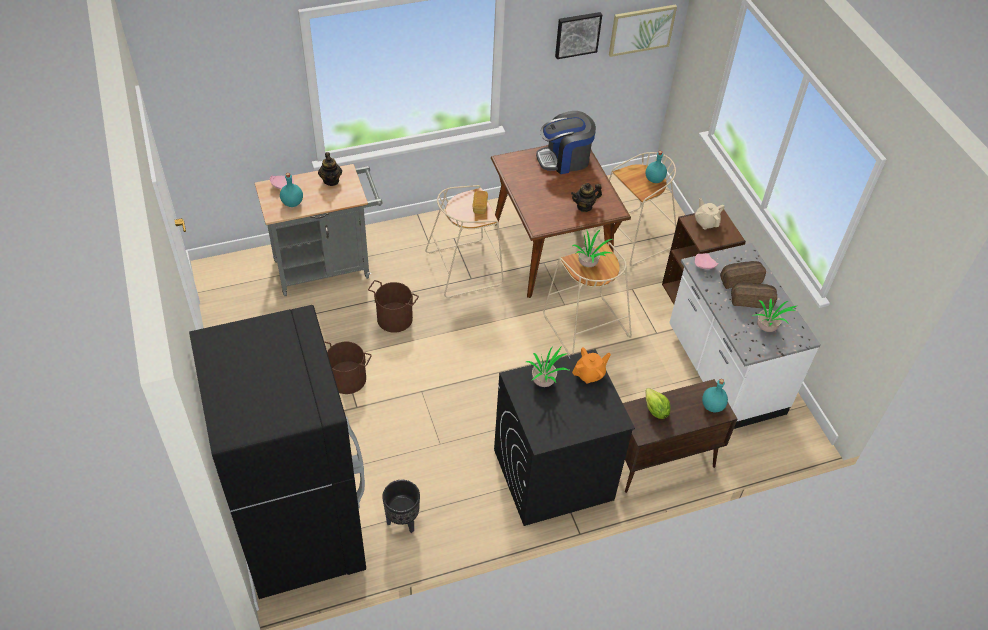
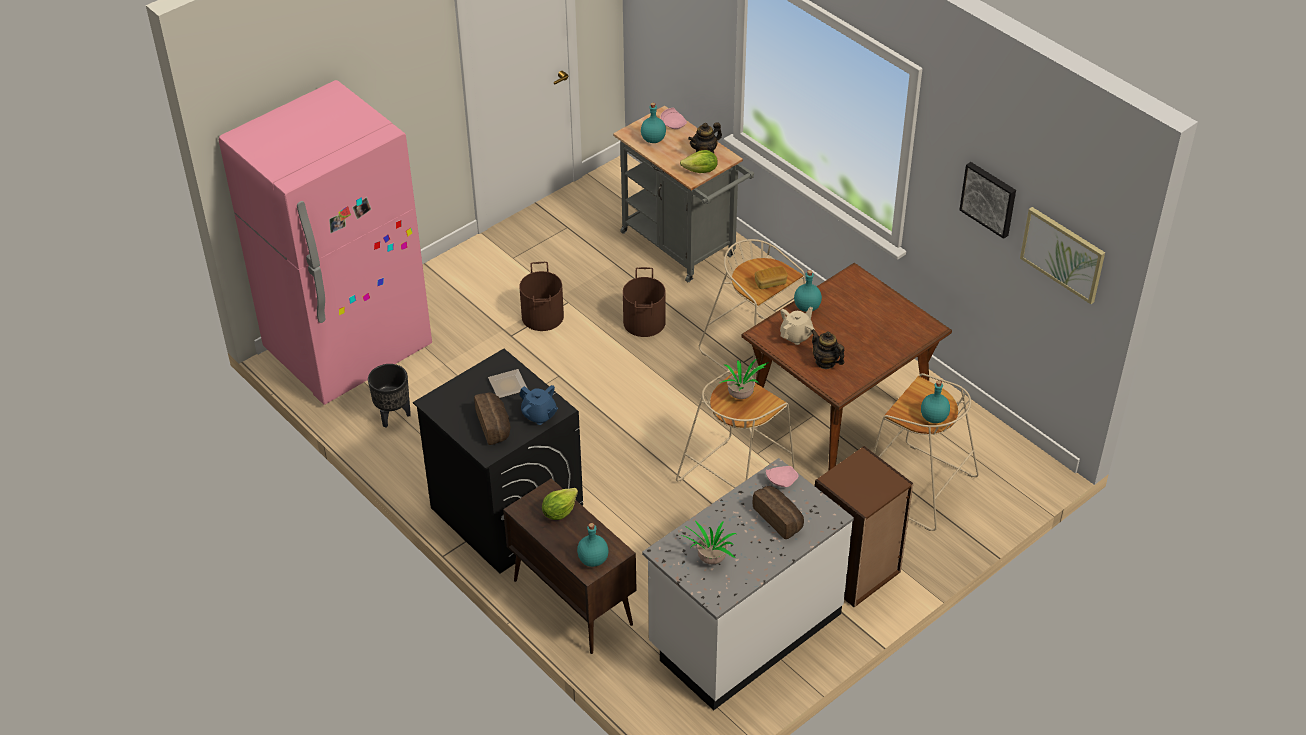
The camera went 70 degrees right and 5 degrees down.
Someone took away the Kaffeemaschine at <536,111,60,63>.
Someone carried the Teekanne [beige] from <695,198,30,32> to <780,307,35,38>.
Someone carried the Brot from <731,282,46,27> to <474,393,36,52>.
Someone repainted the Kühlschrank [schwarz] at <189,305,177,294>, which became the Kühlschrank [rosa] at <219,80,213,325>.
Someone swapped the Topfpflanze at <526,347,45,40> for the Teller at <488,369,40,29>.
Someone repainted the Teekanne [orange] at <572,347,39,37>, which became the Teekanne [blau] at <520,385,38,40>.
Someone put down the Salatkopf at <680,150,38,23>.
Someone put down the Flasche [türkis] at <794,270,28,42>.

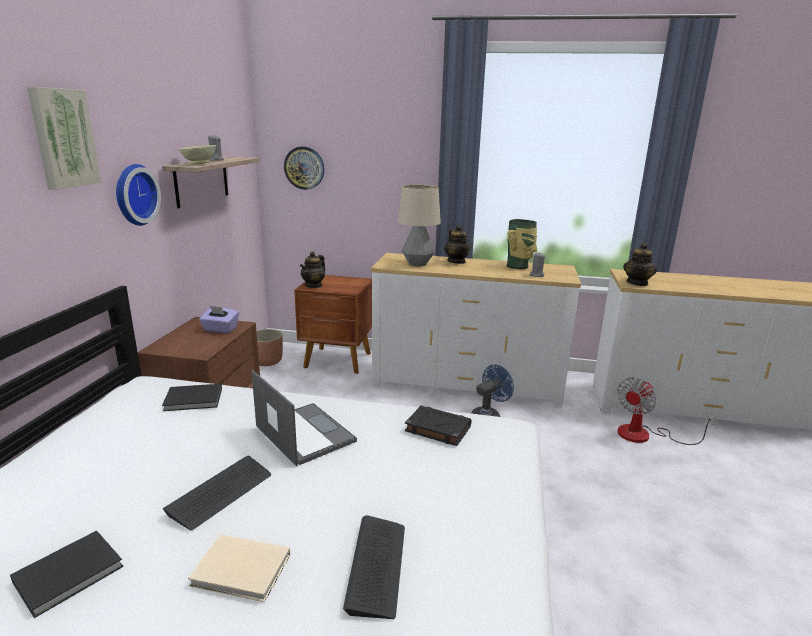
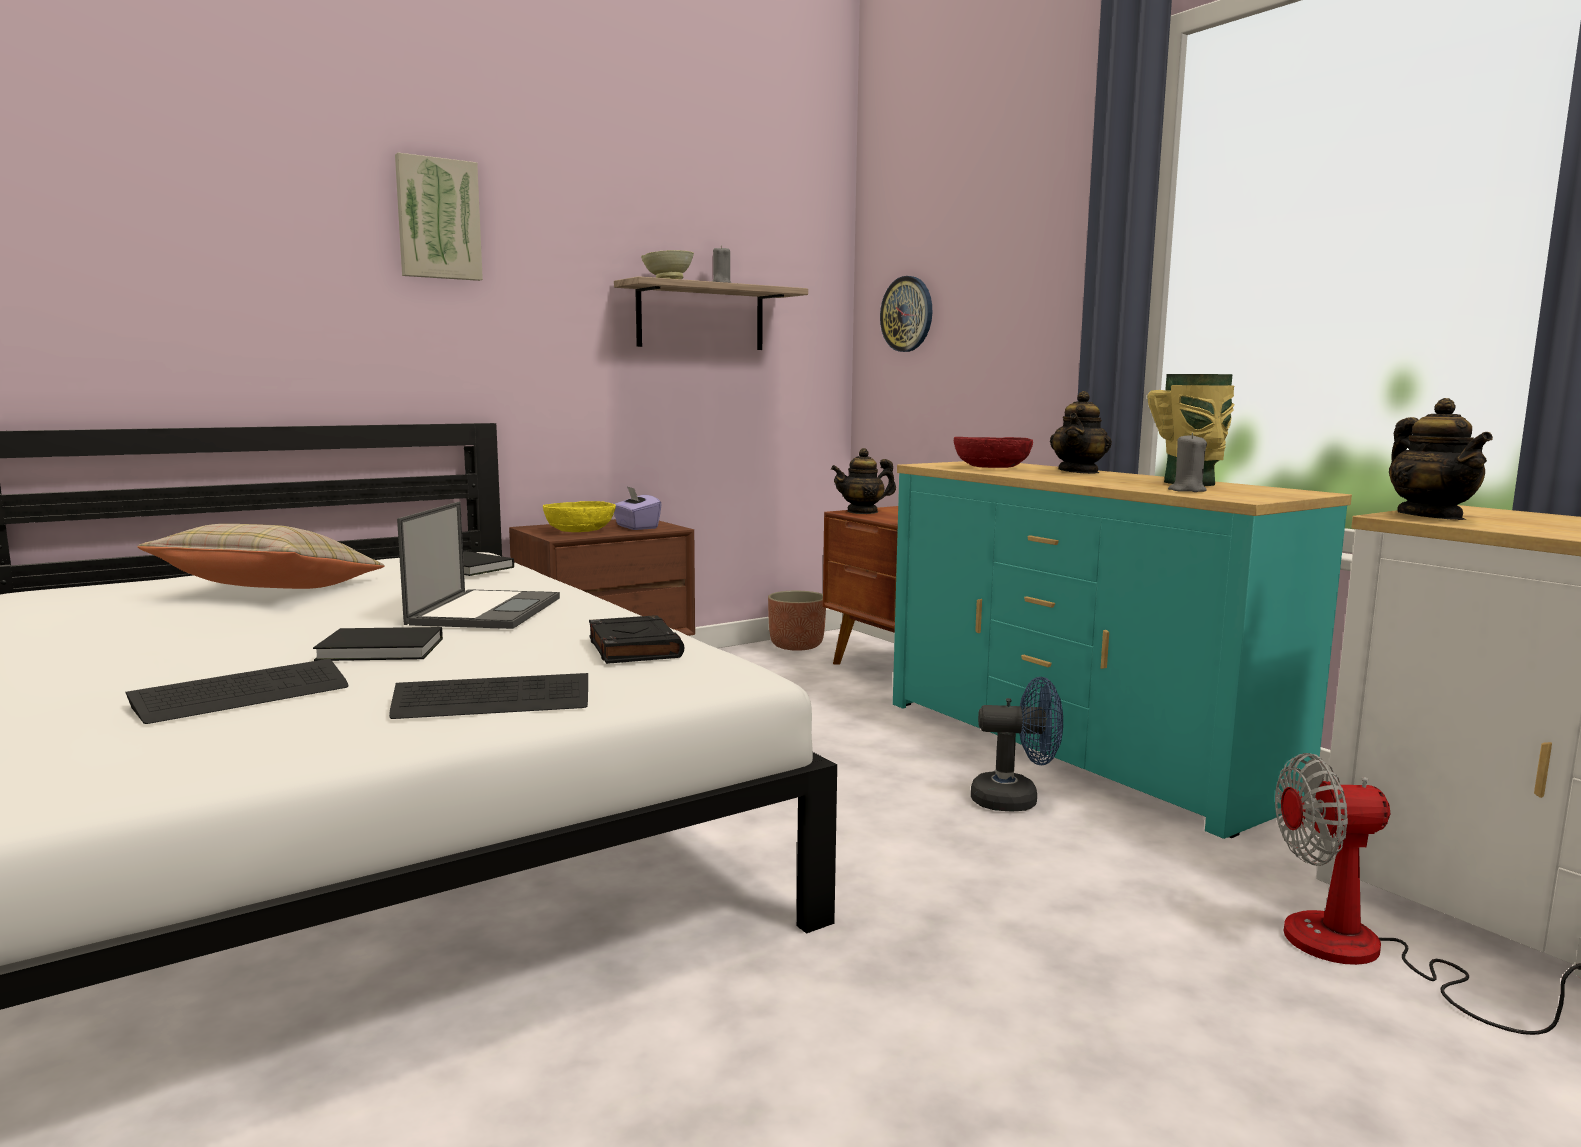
The camera went 45 degrees right and 10 degrees down.
Someone took away the Wanduhr at <116,164,45,62>.
Someone swapped the Tischlampe at <398,185,43,82> for the Schüssel [rot] at <954,437,79,31>.
Someone rotated the Teekanne at <623,242,34,44> by 75 degrees counterclockwise.
Someone repainted the Kommode [weiß] at <371,253,210,153>, which became the Kommode [türkis] at <893,461,459,378>.
Someone carried the Tastatur from <163,456,108,74> to <389,673,199,46>.
Someone carried the Buch [schwarz] from <10,530,113,88> to <313,627,130,34>.
Someone took away the Buch [beige] at <188,535,102,67>.
Someone put down the Schüssel [gelb] at <543,501,73,31>.
Someone put down the Kissen [beige] at <137,524,247,65>.

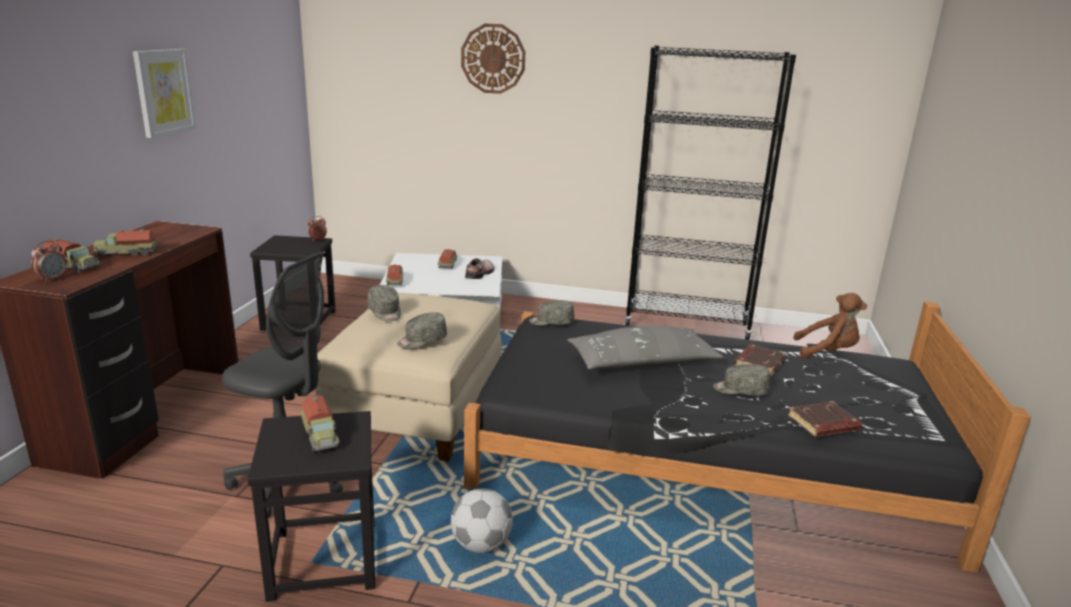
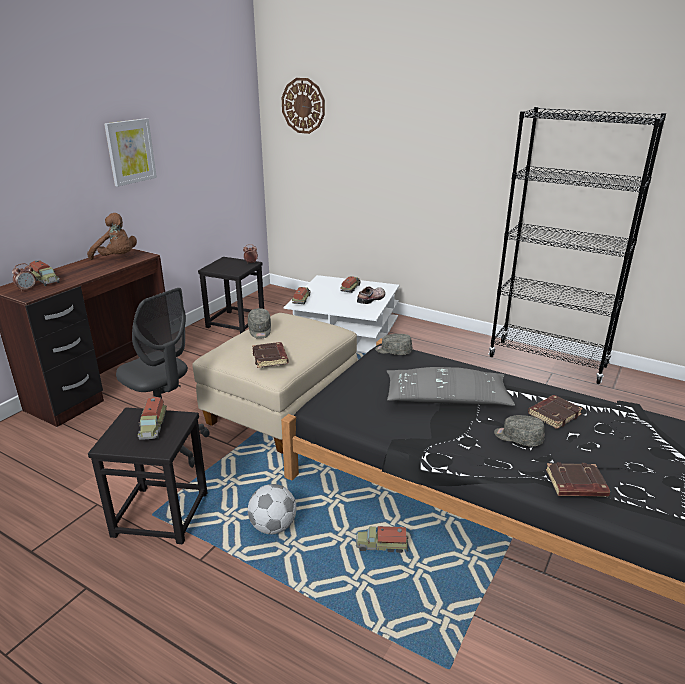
The camera went 20 degrees right and 5 degrees up.
Someone carried the Wanduhr from <461,24,64,70> to <282,78,43,56>.
Someone carried the Spielzeuglaster from <93,229,65,28> to <356,526,52,27>.
Someone carried the Plüschtier [braun] from <793,293,74,66> to <87,213,50,47>.
Someone swapped the Kappe [grau] at <397,312,50,36> for the Buch [braun] at <252,342,37,26>.

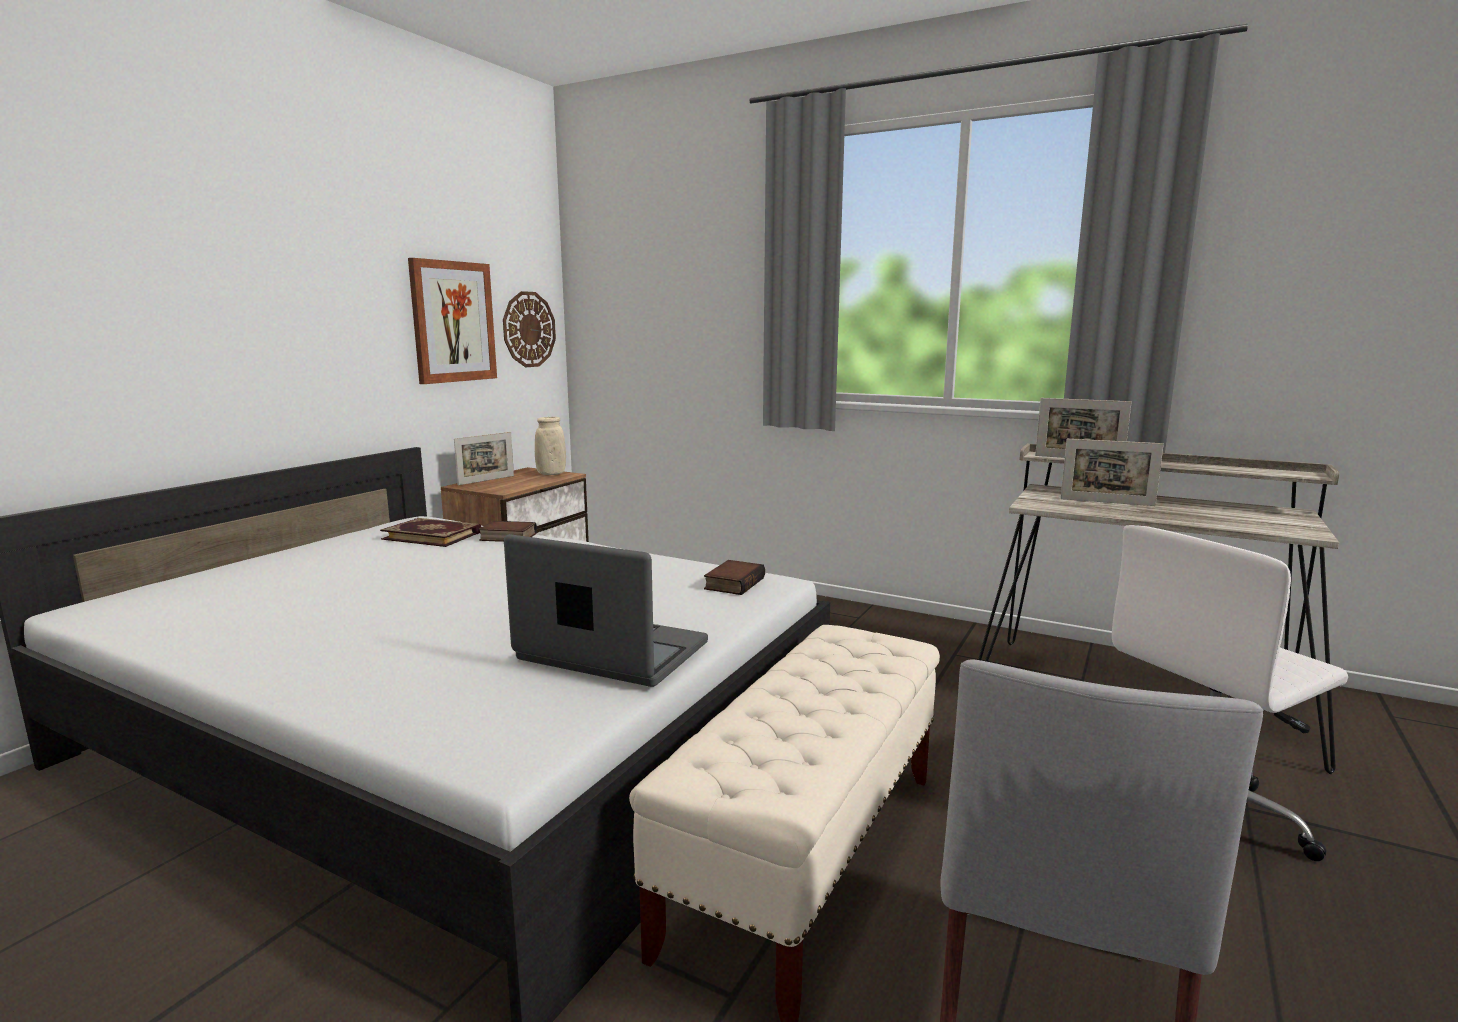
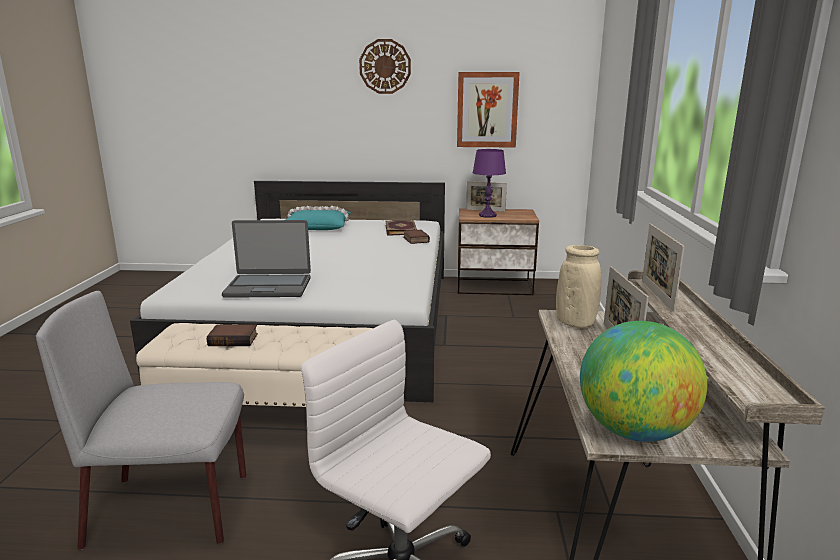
The camera went 65 degrees right and 5 degrees up.
Someone carried the Wanduhr from <503,291,53,76> to <359,39,52,55>.
Someone carried the Vase [beige] from <535,417,31,58> to <556,245,45,83>.
Someone rotated the Laptop at <504,534,204,153> by 90 degrees clockwise.
Someone carried the Buch from <704,560,61,35> to <207,324,51,22>.
Someone put down the Tischlampe [lila] at <472,149,34,69>.
Someone put down the Kissen [türkis] at <285,206,66,24>.
Someone put down the Globus at <580,321,127,121>.

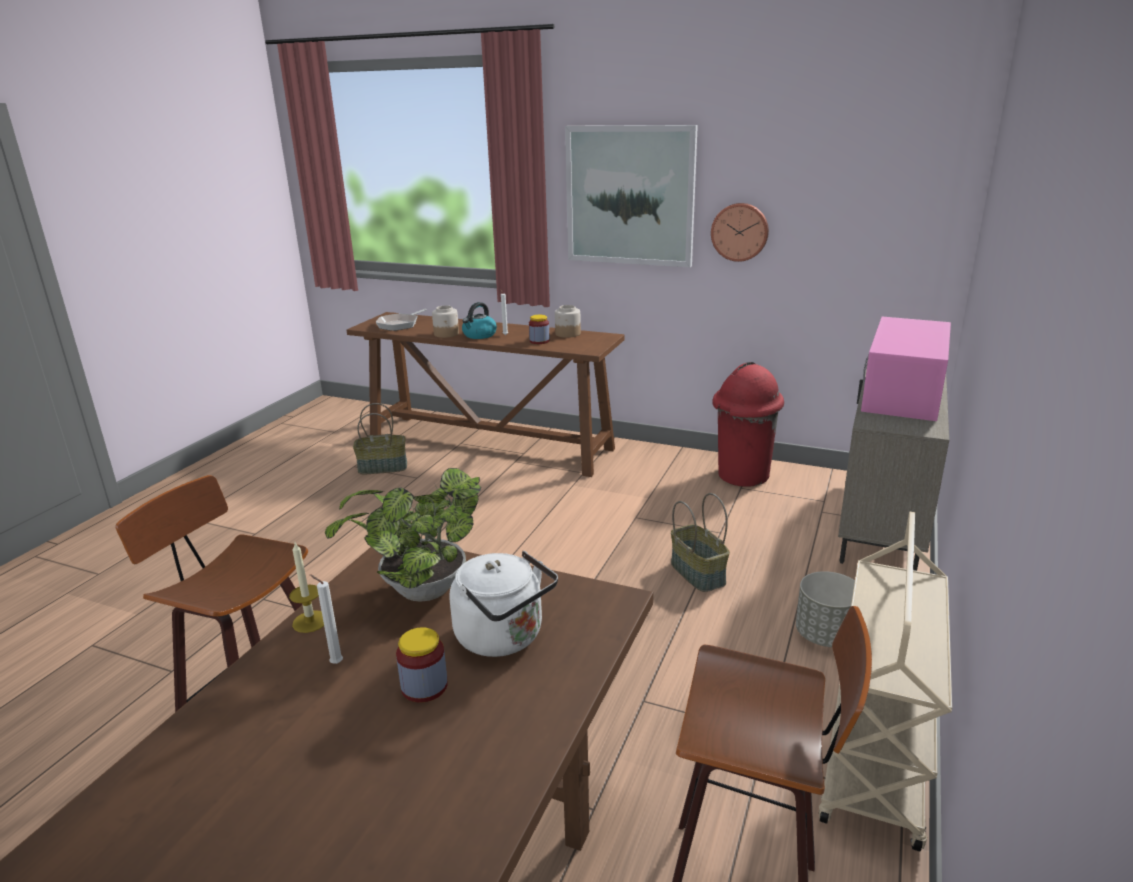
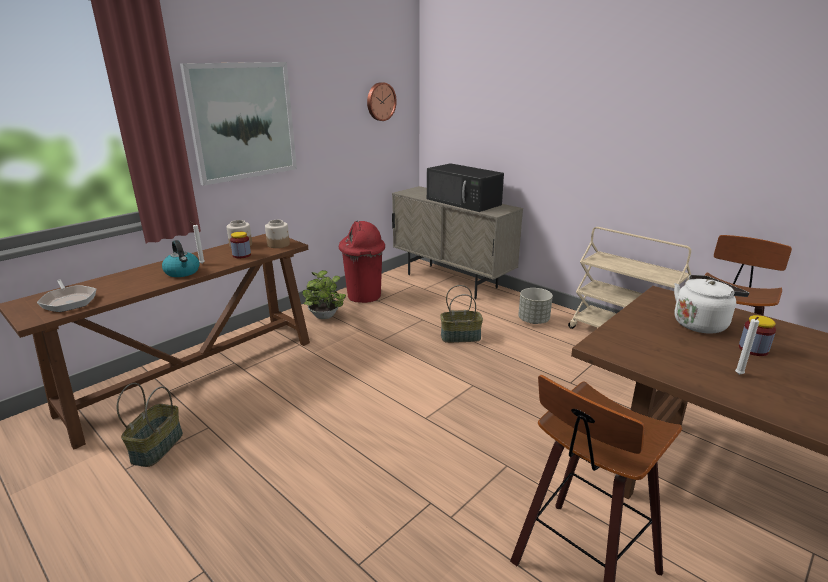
The camera went 70 degrees left and 0 degrees up.
Someone carried the Wanduhr from <711,203,58,59> to <367,82,30,39>.
Someone carried the Vorratsglas from <432,305,27,33> to <265,220,25,28>.
Someone repainted the Mikrowelle [rosa] at <861,316,90,105>, which became the Mikrowelle [schwarz] at <427,163,77,49>.
Someone carried the Topfpflanze from <325,468,156,134> to <302,270,44,49>.
Someone took away the Kerze at <289,542,35,91>.

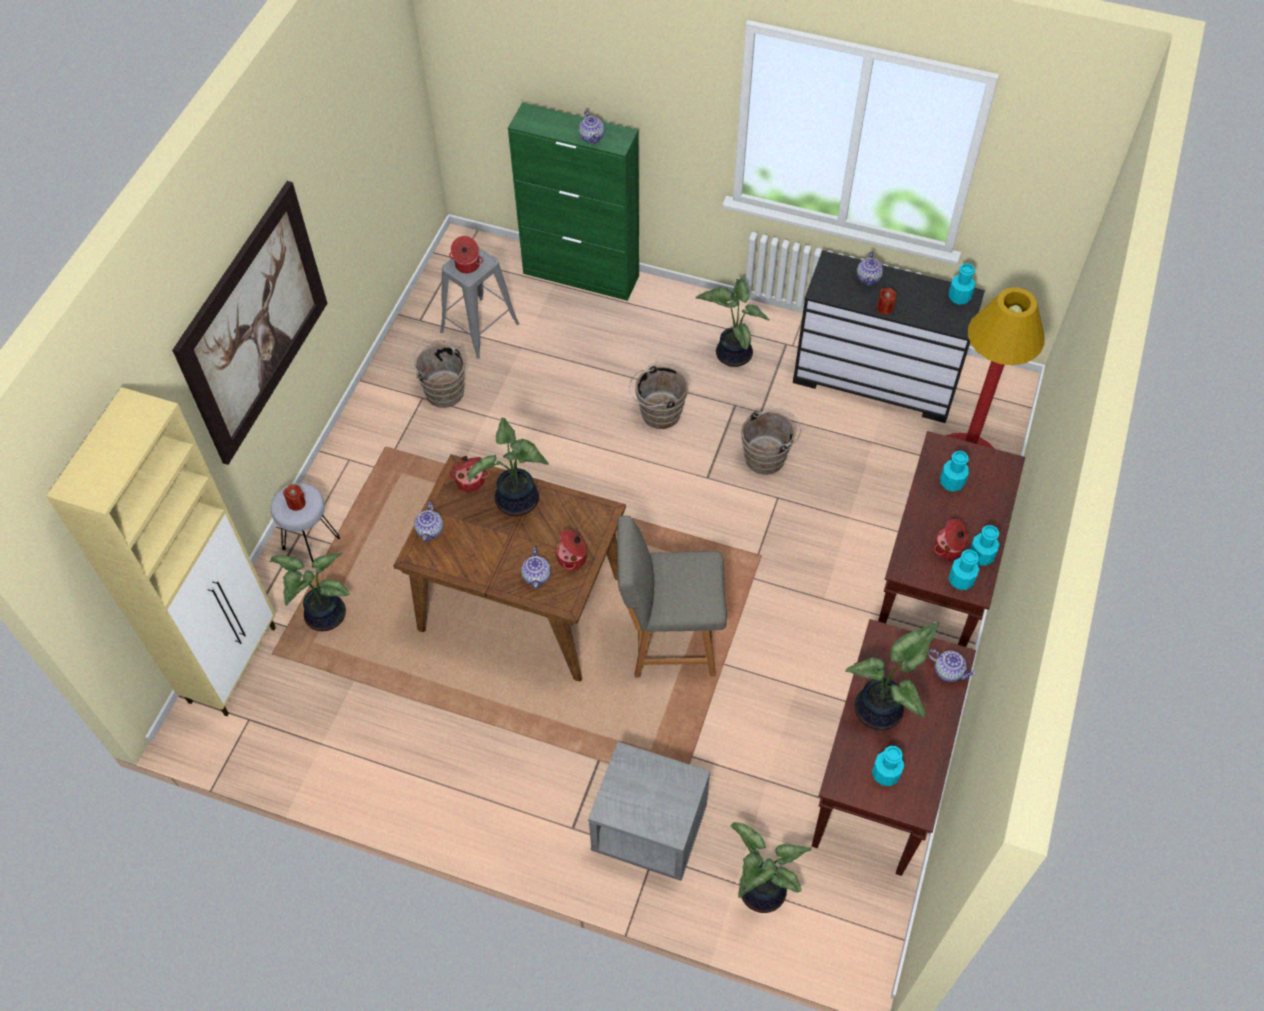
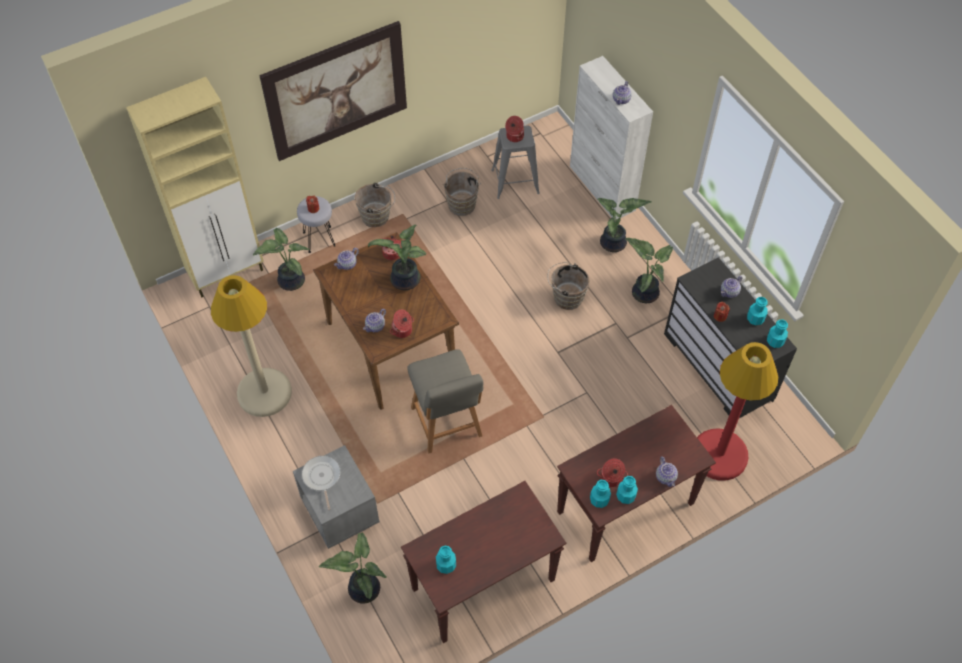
The camera went 40 degrees right and 0 degrees up.
Someone repainted the Schrank [grün] at <508,103,131,198>, which became the Schrank [weiß] at <570,56,83,164>.
Someone carried the Eimer [braun] from <741,408,60,67> to <355,183,40,44>.
Someone carried the Flasche [türkis] from <940,451,29,41> to <747,297,21,28>.
Someone rotated the Stuhl [grau] at <617,516,110,162> by 150 degrees counterclockwise.
Someone carried the Topfpflanze from <845,622,94,108> to <597,198,54,54>.
Someone carried the Teekanne from <928,650,48,32> to <656,456,22,31>.
Someone put down the Stehlampe [beige] at <211,275,81,142>.
Someone put down the Pfanne at <302,456,38,54>.

